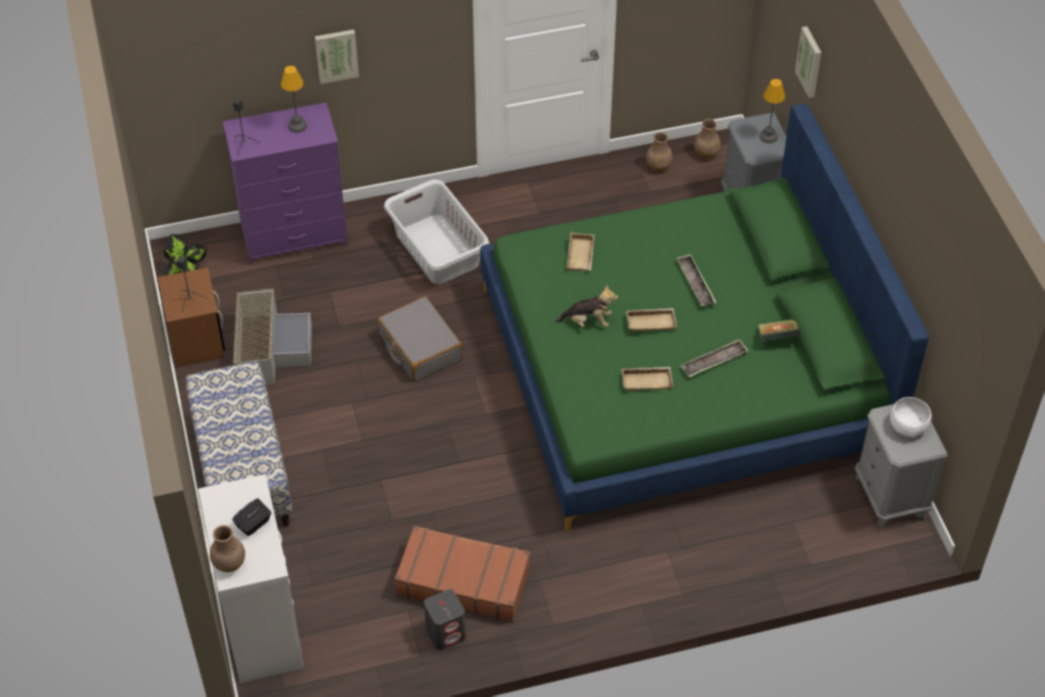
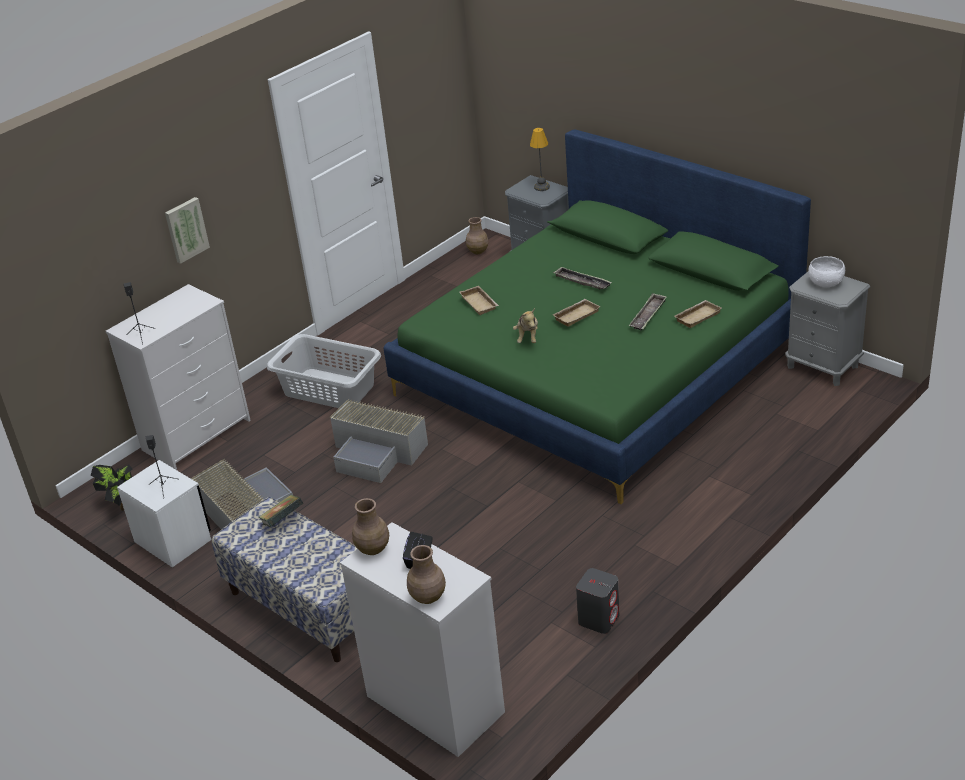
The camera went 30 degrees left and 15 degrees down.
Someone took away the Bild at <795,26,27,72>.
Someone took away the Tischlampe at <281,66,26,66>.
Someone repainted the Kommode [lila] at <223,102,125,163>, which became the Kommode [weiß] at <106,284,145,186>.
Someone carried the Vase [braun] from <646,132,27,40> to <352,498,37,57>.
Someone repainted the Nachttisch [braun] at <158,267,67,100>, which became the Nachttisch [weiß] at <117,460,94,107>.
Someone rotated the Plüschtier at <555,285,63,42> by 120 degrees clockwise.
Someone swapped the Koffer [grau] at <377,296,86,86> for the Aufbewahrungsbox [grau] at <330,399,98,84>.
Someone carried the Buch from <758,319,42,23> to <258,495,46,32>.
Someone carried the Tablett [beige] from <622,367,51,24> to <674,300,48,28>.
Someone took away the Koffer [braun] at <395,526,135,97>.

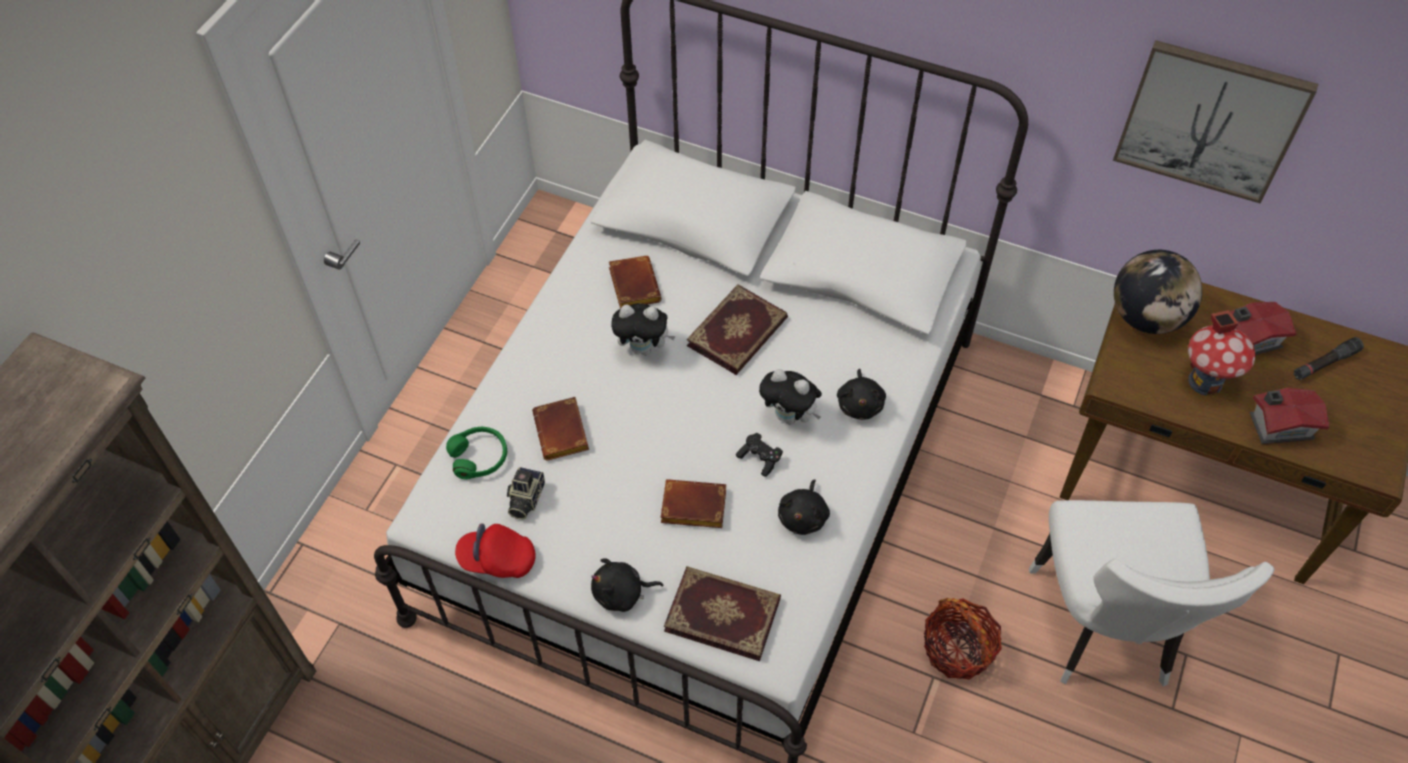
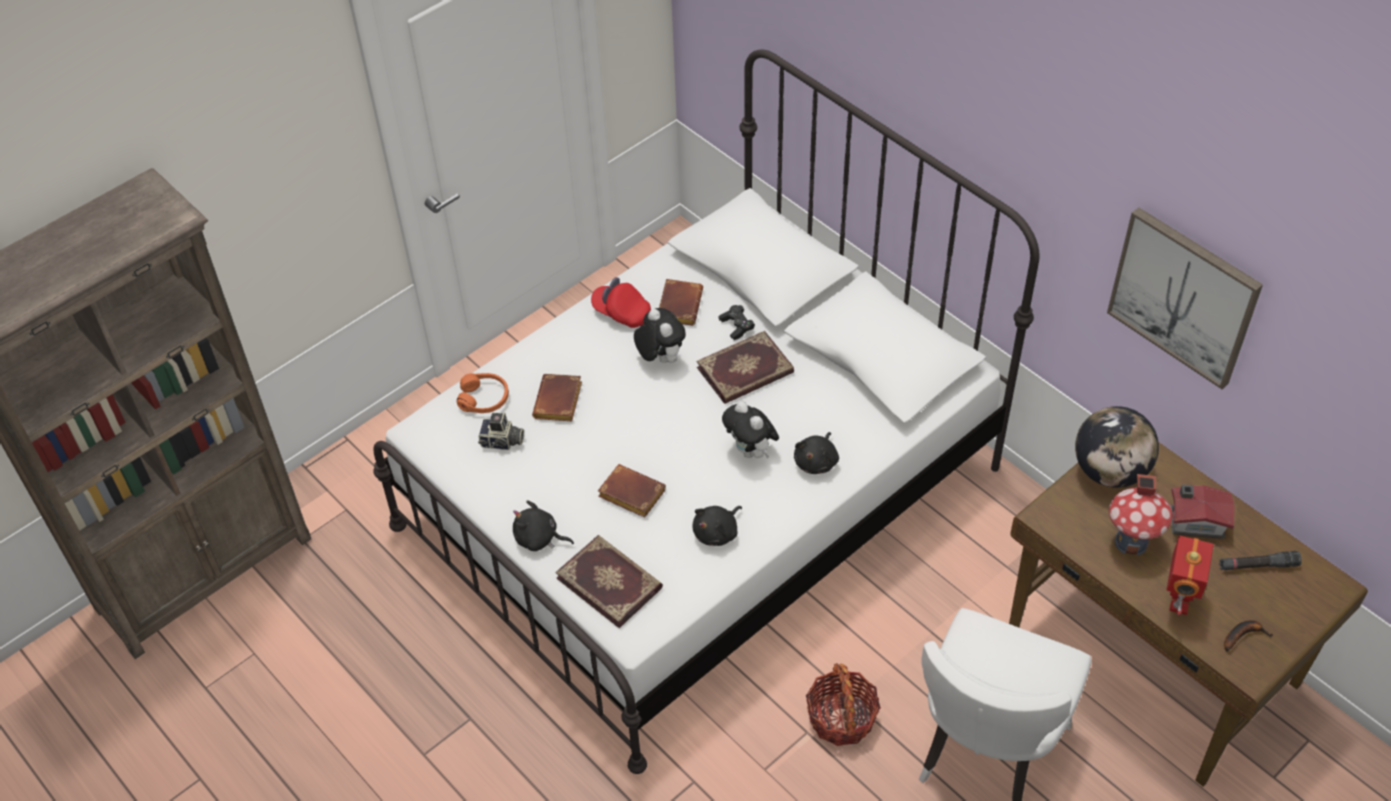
The camera went 25 degrees right and 5 degrees down.
Someone rotated the Plüschtier at <611,303,65,52> by 150 degrees counterclockwise.
Someone swapped the Spielzeughaus at <1250,388,80,56> for the Spielzeugroboter at <1166,536,48,79>.
Someone repainted the Kopfhörer [grün] at <446,427,61,53>, which became the Kopfhörer [orange] at <457,373,52,40>.
Someone carried the Gamepad [schwarz] from <736,433,47,44> to <718,305,37,35>.
Someone rotated the Kamera at <507,467,38,53> by 120 degrees counterclockwise.
Someone carried the Kappe [rot] from <455,523,81,55> to <591,277,60,51>.
Someone put down the Banane at <1224,620,49,32>.

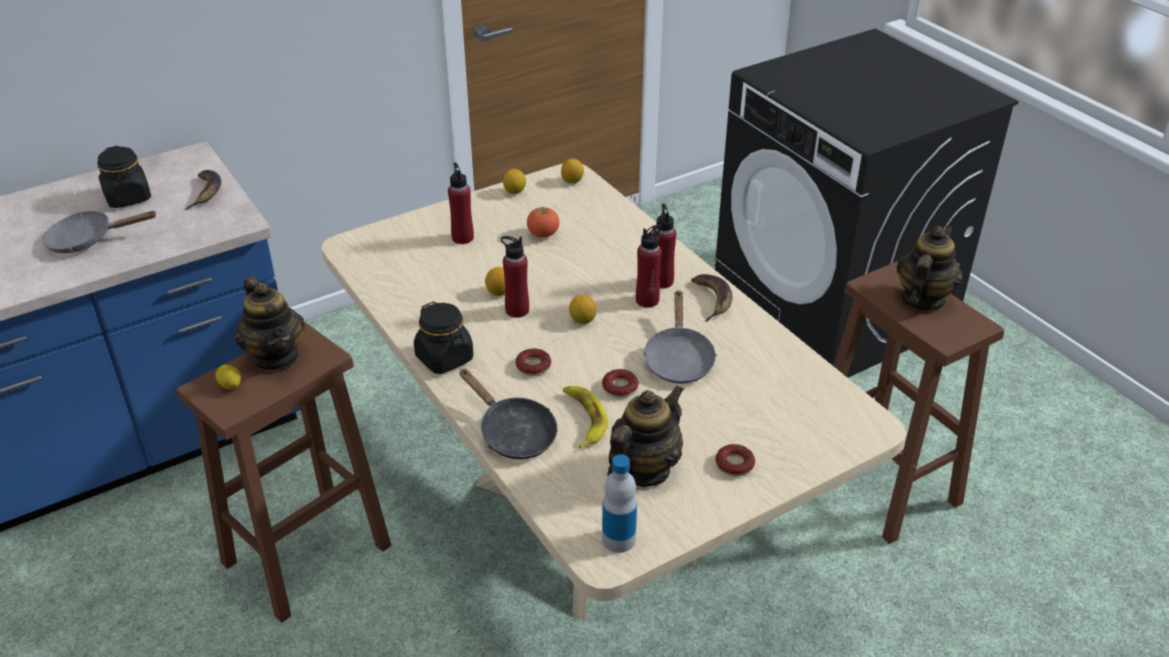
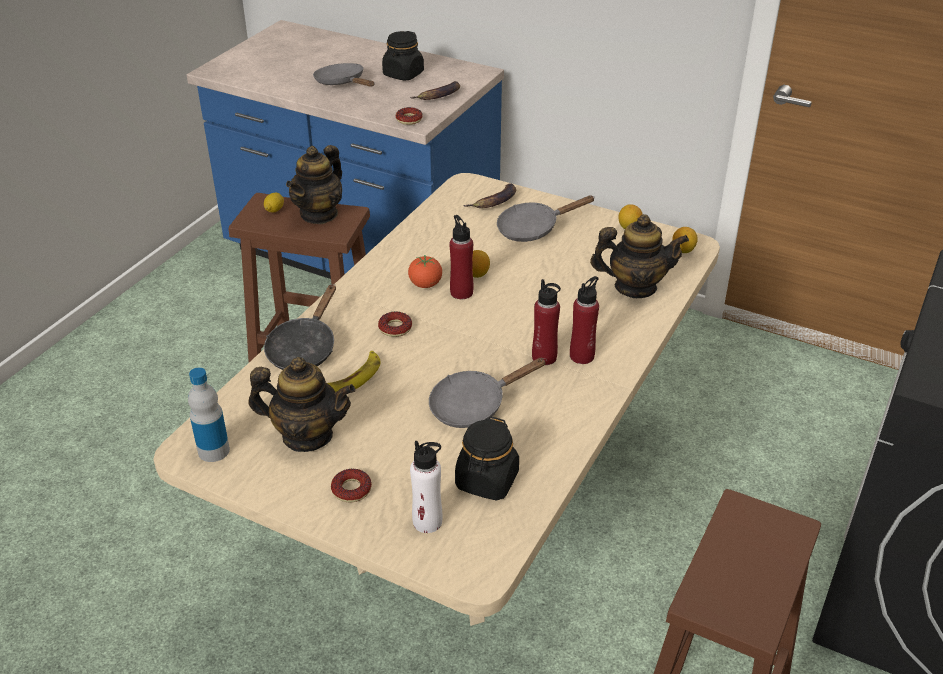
The camera went 60 degrees right and 0 degrees up.
Someone swapped the Flasche [rot] at <448,163,26,81> for the Pfanne [grau] at <497,195,98,47>.
Someone carried the Tomate from <527,207,32,30> to <408,255,34,33>.
Someone carried the Teekanne from <897,226,66,84> to <590,214,99,84>.
Someone carried the Banane from <691,274,41,48> to <463,183,53,25>.
Someone took away the Zitrone at <569,295,28,29>.
Someone carried the Vorratsglas [schwarz] from <414,302,60,72> to <455,416,64,85>.
Someone carried the Donut from <602,369,37,29> to <396,107,27,18>.
Someone put down the Flasche [weiß] at <410,441,33,92>.

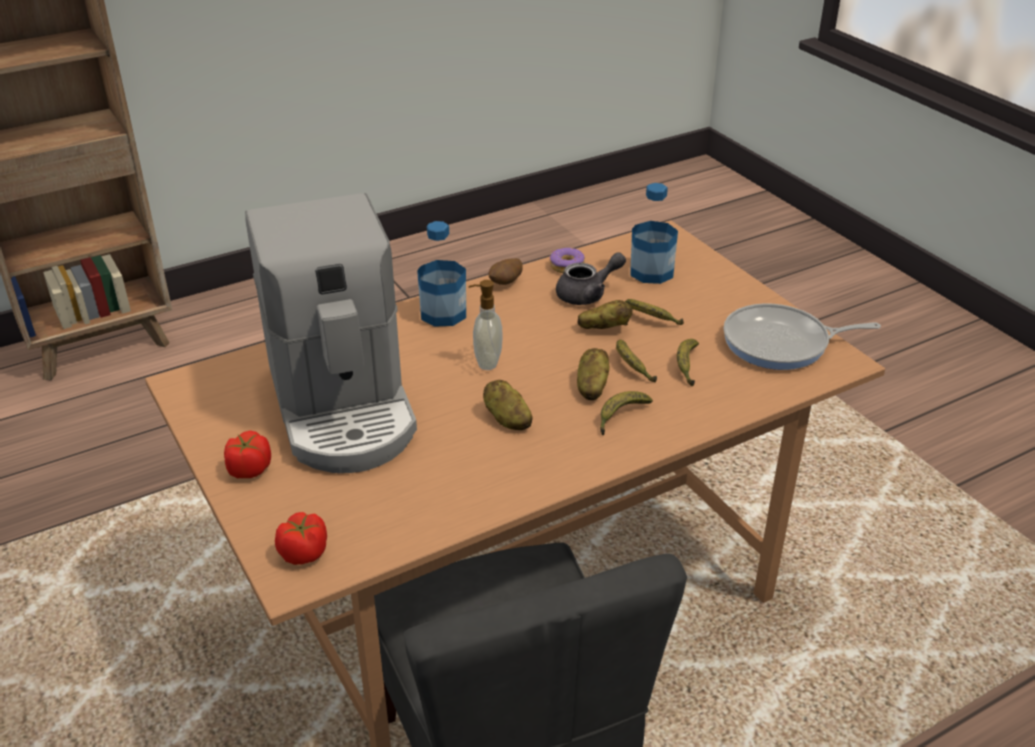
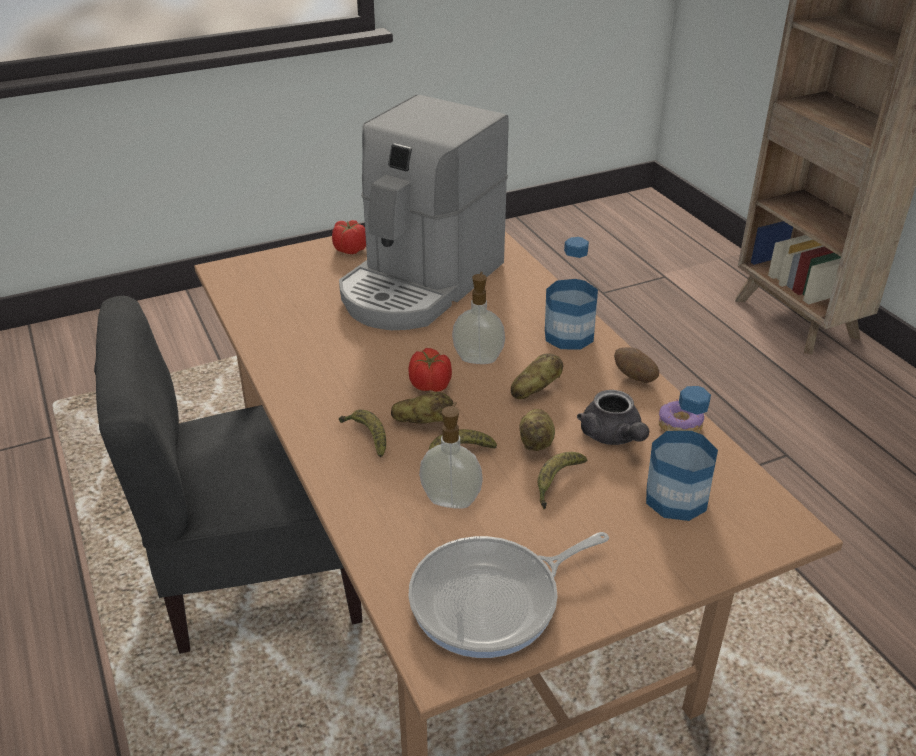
The camera went 95 degrees right and 0 degrees up.
Someone rotated the Kaffeemaschine at <245,193,172,280> by 45 degrees counterclockwise.
Someone rotated the Pfanne at <723,303,158,67> by 120 degrees counterclockwise.
Someone swapped the Banane at <677,339,22,47> for the Seifenspender at <419,402,64,107>.
Someone carried the Kartoffel from <483,380,50,50> to <511,353,52,46>.
Someone carried the Tomate from <275,512,52,53> to <408,348,44,44>.

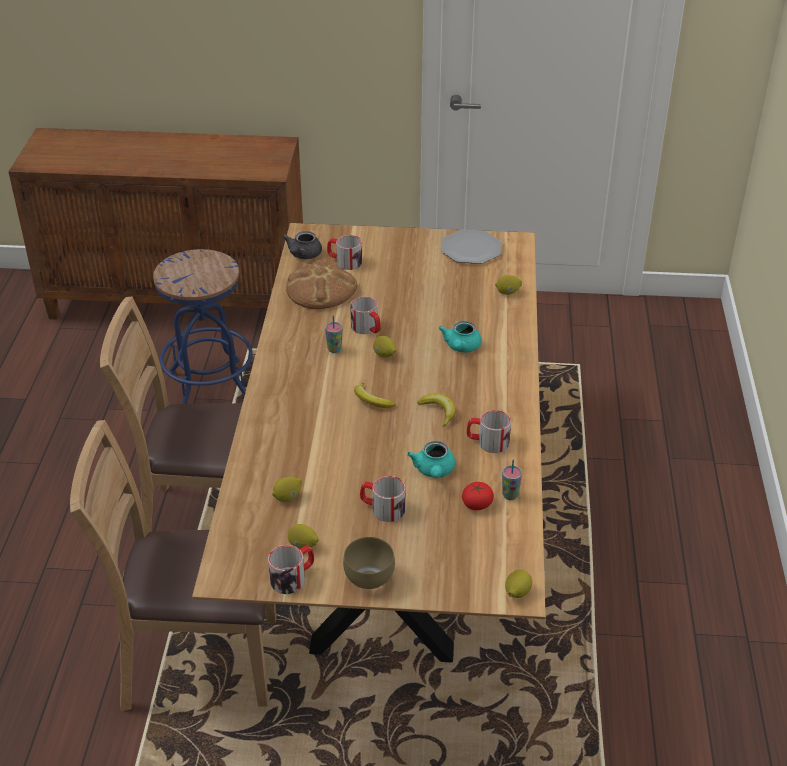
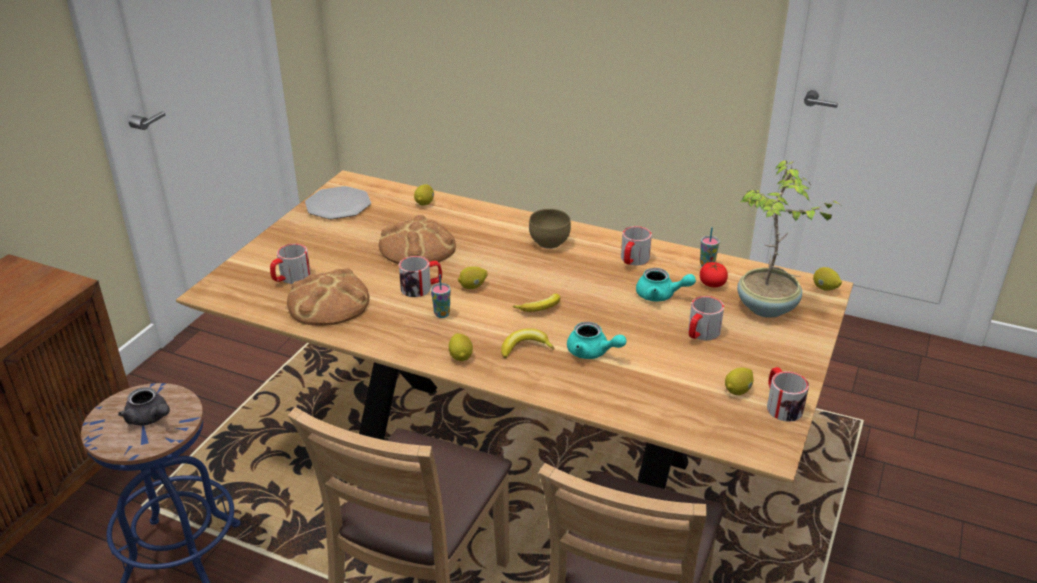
The camera went 70 degrees left and 5 degrees down.
Someone carried the Teekanne [grau] from <283,231,39,28> to <118,387,52,39>.
Someone carried the Teekanne [türkis] from <439,321,43,32> to <567,322,59,37>.
Someone carried the Banane from <417,394,39,33> to <501,329,54,29>.
Someone carried the Zitrone from <272,477,30,25> to <449,333,24,28>.
Someone carried the Schüssel [braun] from <343,537,52,52> to <529,209,42,40>.
Someone put down the Topfpflanze at <737,160,106,158>.
Someone put down the Brot at <379,215,77,49>.

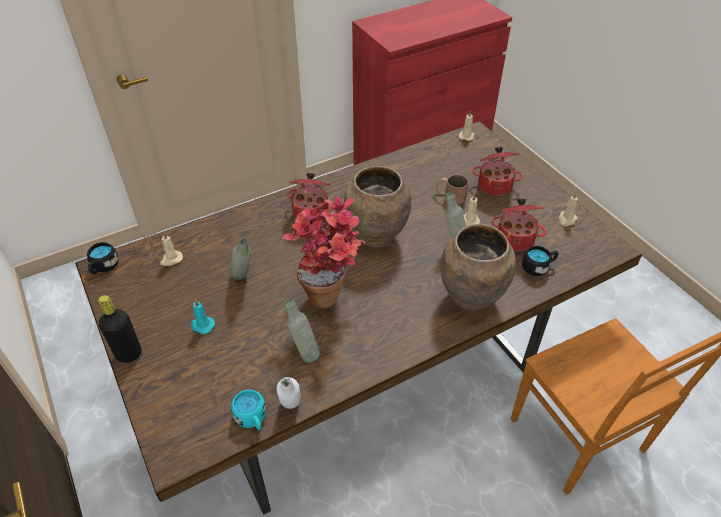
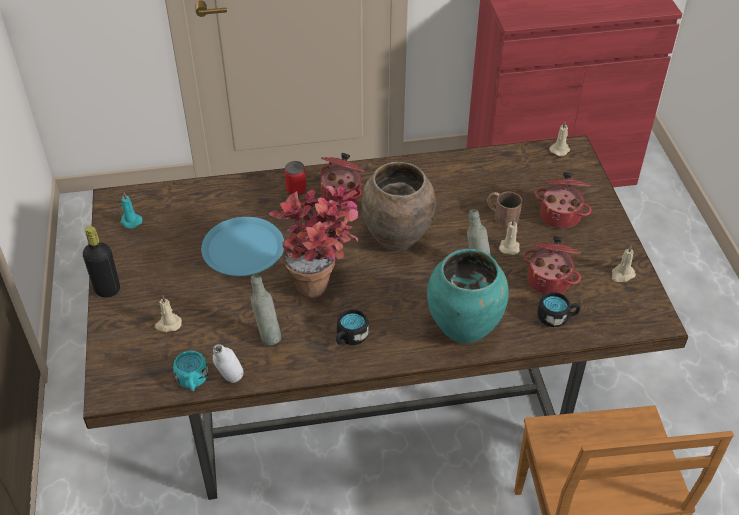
The camera went 20 degrees right and 0 degrees up.
Someone repainted the Vase [braun] at <440,224,76,87>, which became the Vase [türkis] at <427,249,82,95>.
Someone carried the Kerze [beige] from <160,233,23,33> to <155,295,27,37>.
Someone swapped the Flasche [grau] at <230,238,21,42> for the Teller [blau] at <201,217,83,59>.
Someone carried the Henkelbecher [schwarz] from <87,242,31,32> to <336,309,33,36>.
Someone carried the Kerze [türkis] from <191,299,24,35> to <120,193,22,36>.
Someone put down the Dose at <285,161,21,35>.

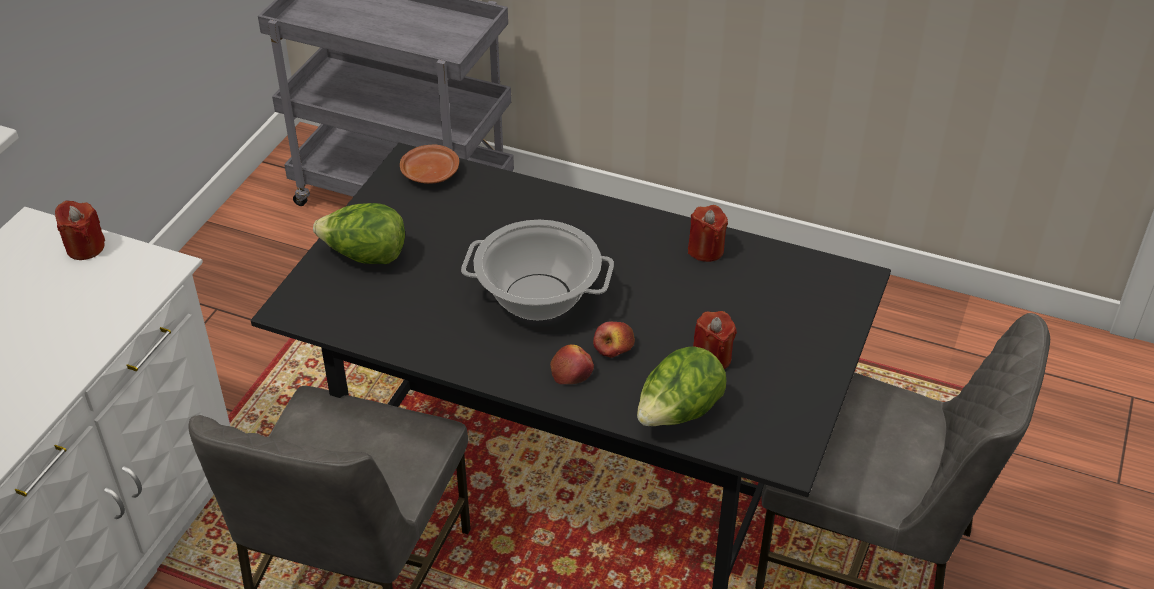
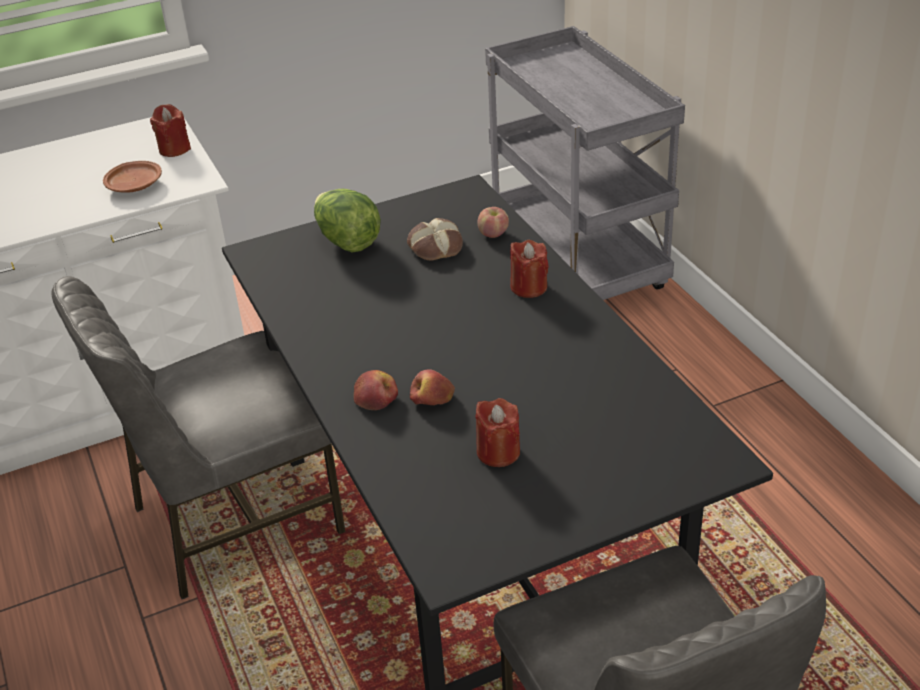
The camera went 45 degrees right and 5 degrees down.
Someone carried the Teller [braun] from <400,145,59,39> to <103,161,59,32>.
Someone carried the Kerze [rot] from <688,205,40,57> to <510,240,39,58>.
Someone took away the Kochtopf at <461,220,153,101>.
Someone took away the Salatkopf at <637,346,89,80>.
Someone put down the Apfel at <478,207,31,31>.
Someone put down the Brot at <407,218,56,42>.

